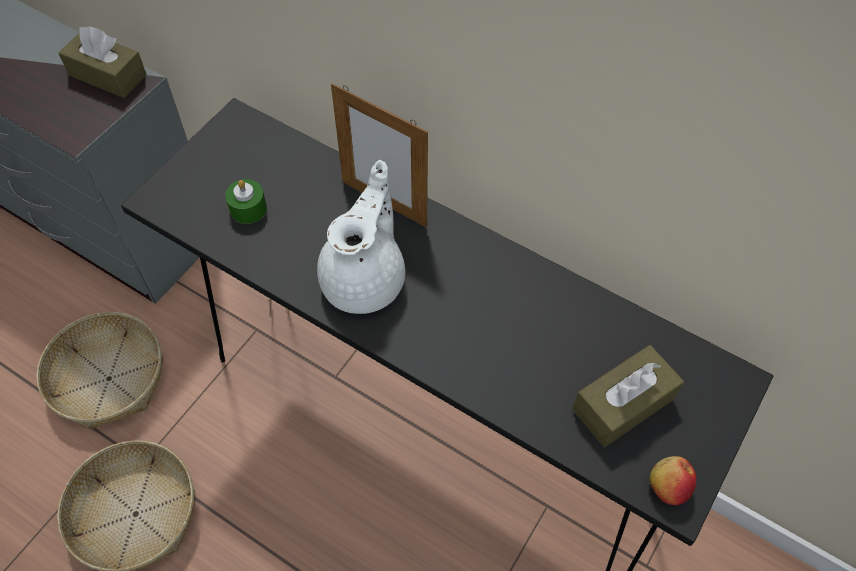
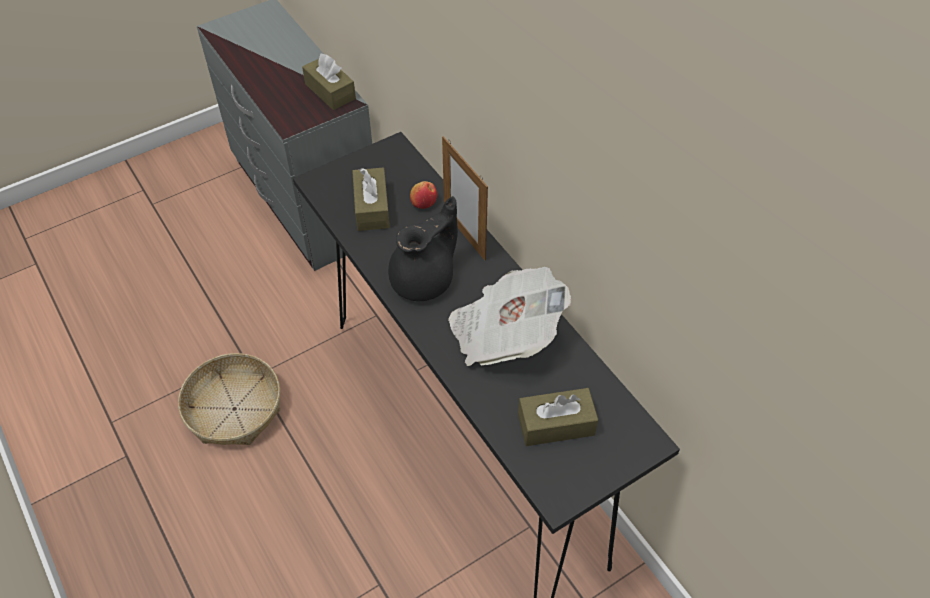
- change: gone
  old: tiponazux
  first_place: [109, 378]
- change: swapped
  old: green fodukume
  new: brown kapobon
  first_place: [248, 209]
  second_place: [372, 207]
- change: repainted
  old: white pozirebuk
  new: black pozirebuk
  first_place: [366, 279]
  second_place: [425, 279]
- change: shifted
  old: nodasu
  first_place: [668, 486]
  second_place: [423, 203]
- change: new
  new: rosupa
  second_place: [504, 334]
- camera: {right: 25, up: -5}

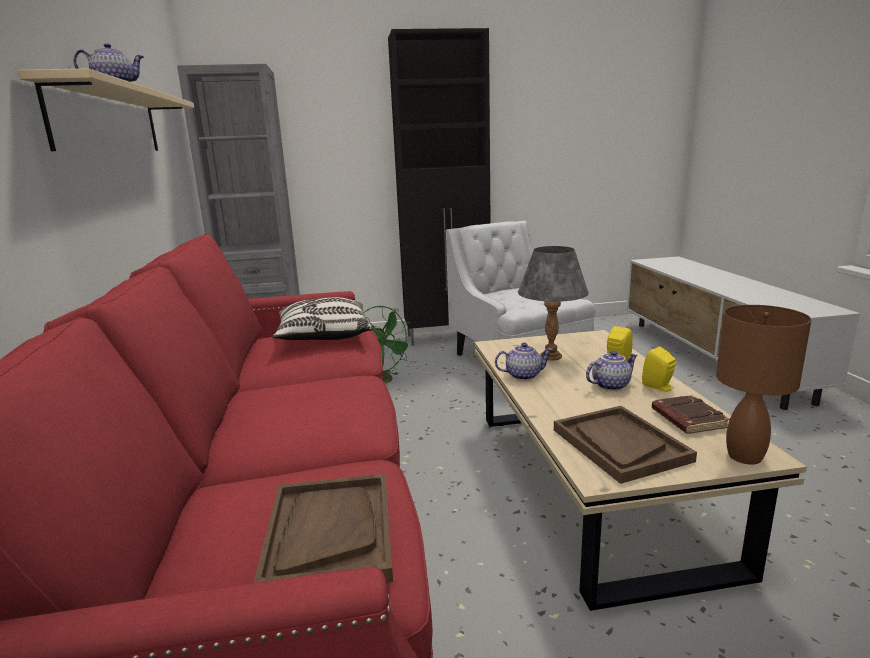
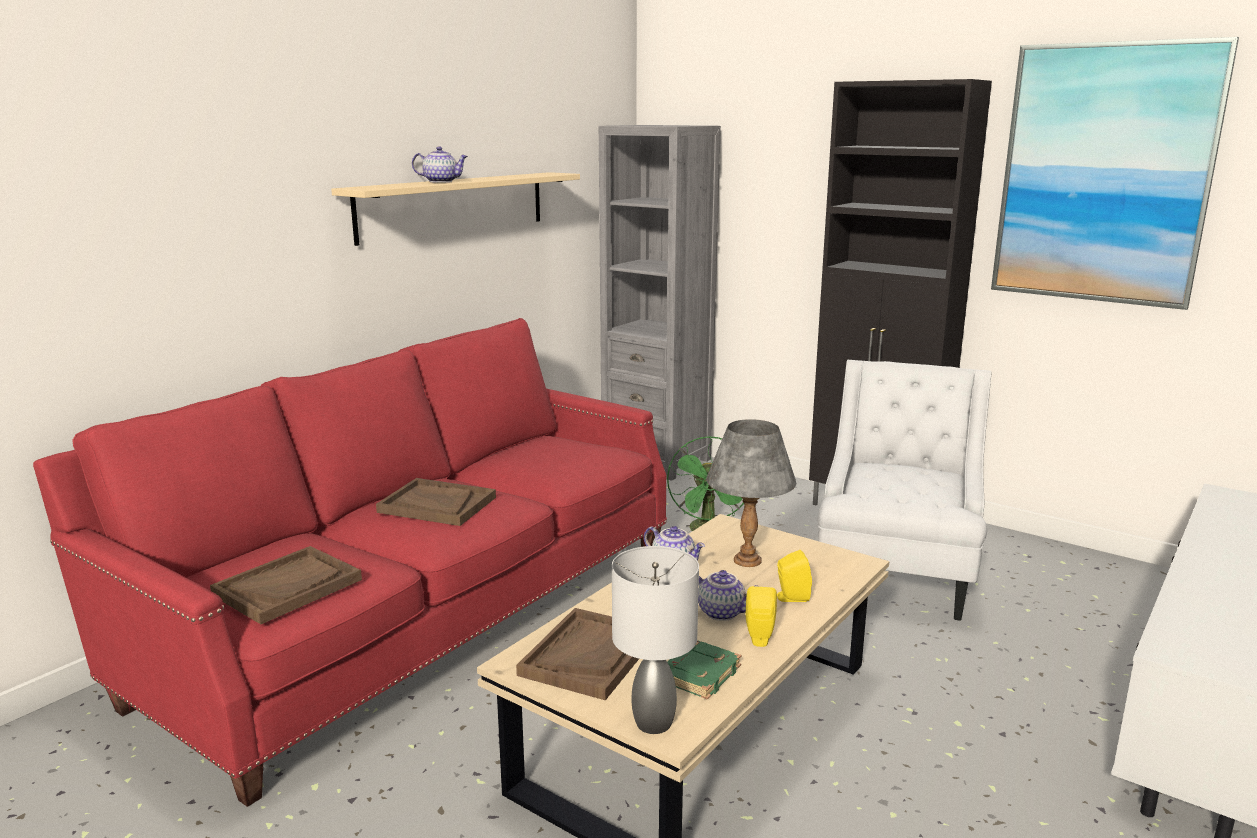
- change: gone
  old: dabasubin
  first_place: [324, 336]
- change: repainted
  old: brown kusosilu
  new: green kusosilu
  first_place: [687, 419]
  second_place: [698, 673]
- change: repainted
  old: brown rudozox
  new: grey rudozox
  first_place: [743, 456]
  second_place: [652, 722]
- change: new
  new: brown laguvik
  second_place: [437, 505]
- change: new
  new: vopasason
  second_place: [1104, 175]
- camera: {right: 45, up: 0}

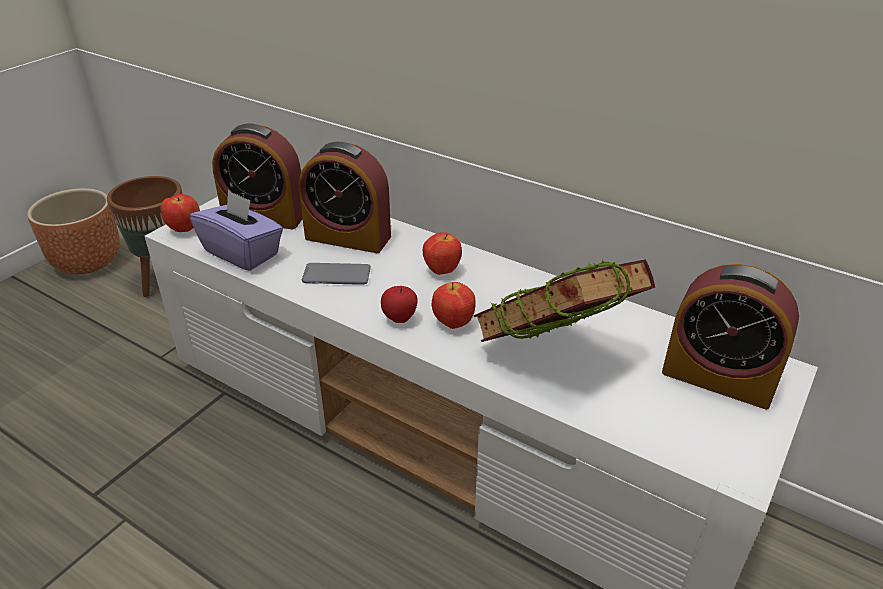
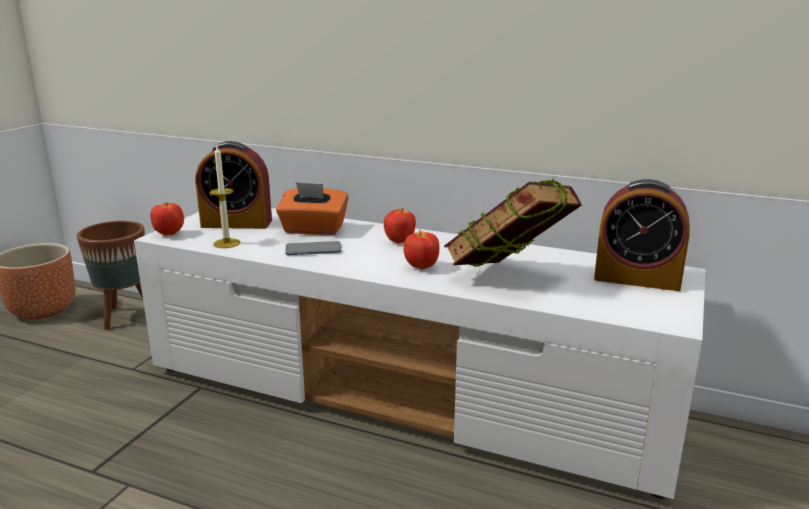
- change: swapped
  old: purple kapobon
  new: fodukume
  first_place: [242, 253]
  second_place: [226, 243]
- change: swapped
  old: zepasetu
  new: orange kapobon
  first_place: [348, 237]
  second_place: [313, 230]
- change: gone
  old: nodasu
  first_place: [400, 319]
- camera: {right: -10, up: -15}

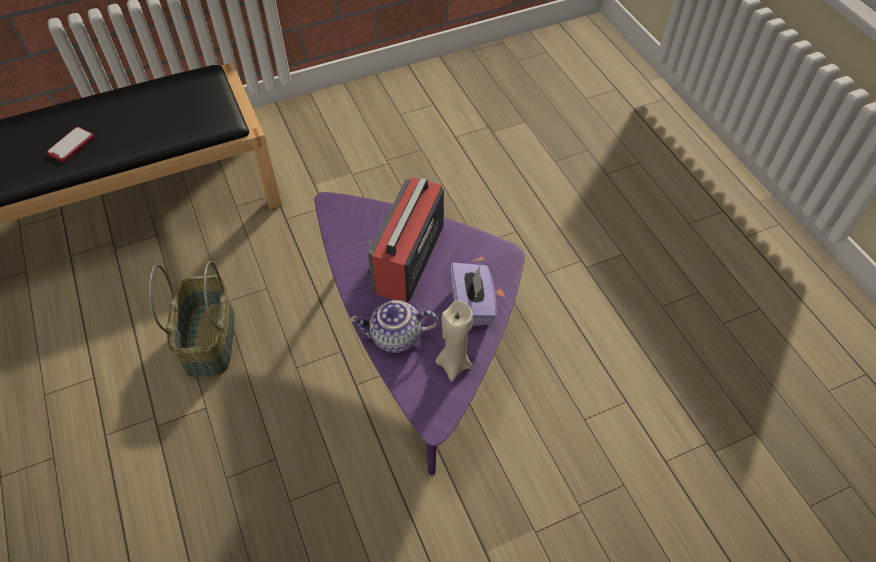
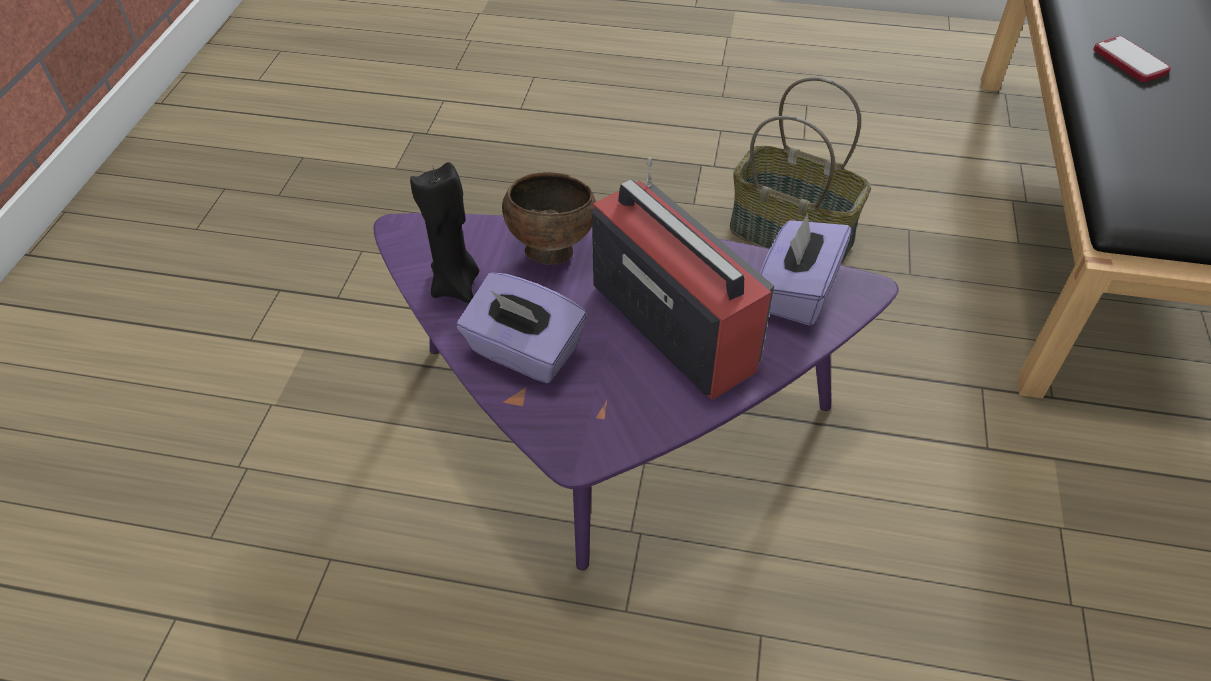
- change: swapped
  old: pozirebuk
  new: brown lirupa
  first_place: [395, 338]
  second_place: [550, 250]
- change: repainted
  old: beige fodukume
  new: black fodukume
  first_place: [454, 363]
  second_place: [456, 285]
- change: new
  new: purple kapobon
  second_place: [797, 291]
- camera: {right: 125, up: -5}

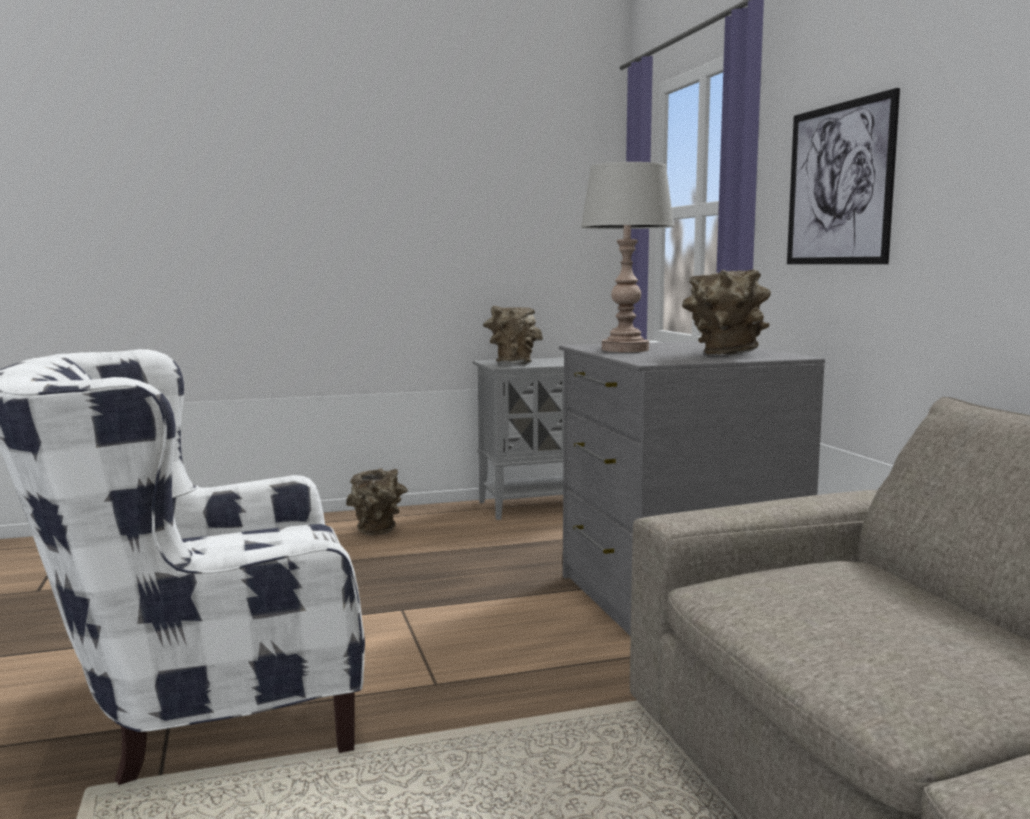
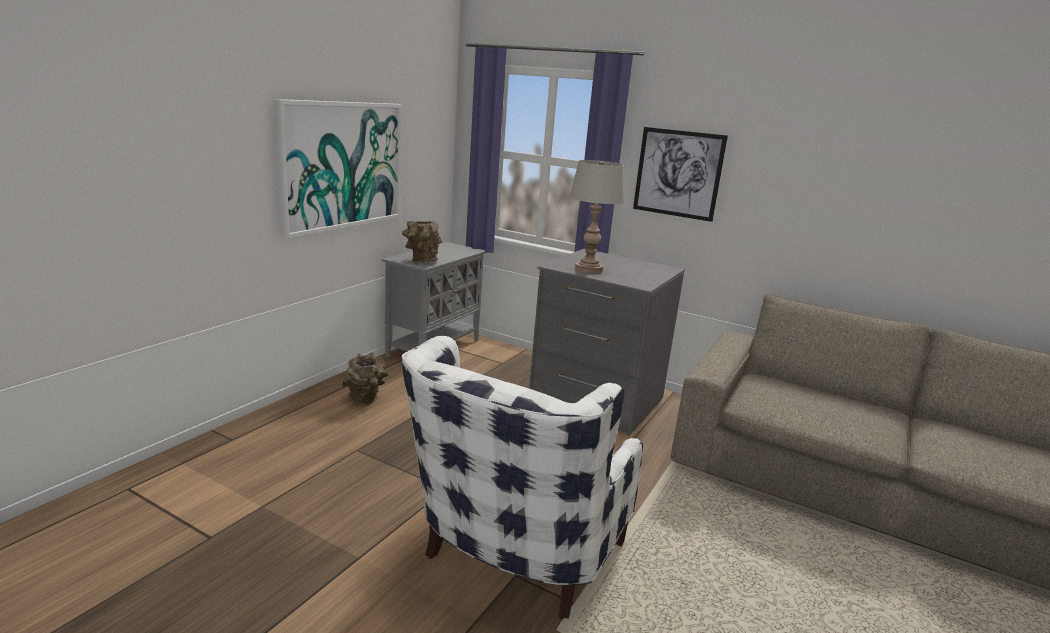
- change: gone
  old: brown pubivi
  first_place: [725, 354]
- change: new
  new: vopasason
  second_place: [342, 165]
- camera: {right: -45, up: 10}

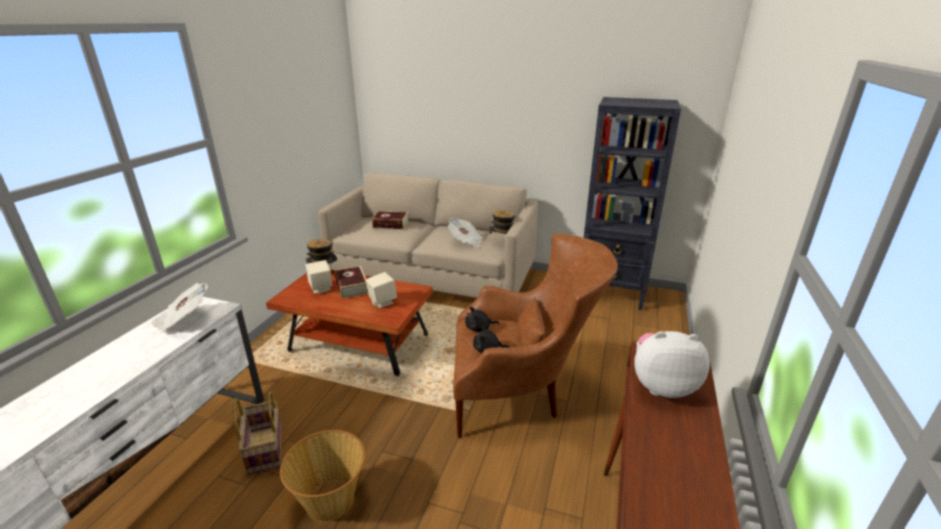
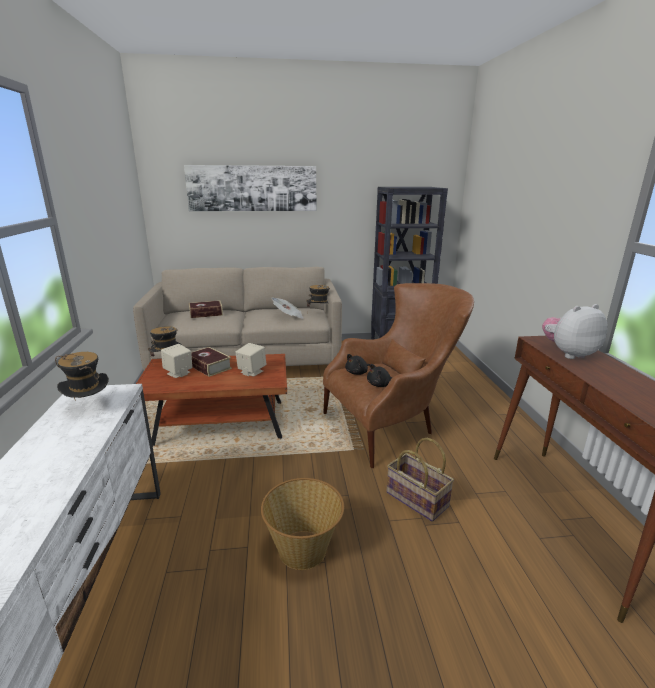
- change: swapped
  old: rosupa
  new: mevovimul
  first_place: [183, 319]
  second_place: [89, 407]
- change: shifted
  old: tiponazux
  first_place: [264, 449]
  second_place: [416, 499]
- change: new
  new: vopasason
  second_place: [252, 188]
- camera: {right: -25, up: -5}

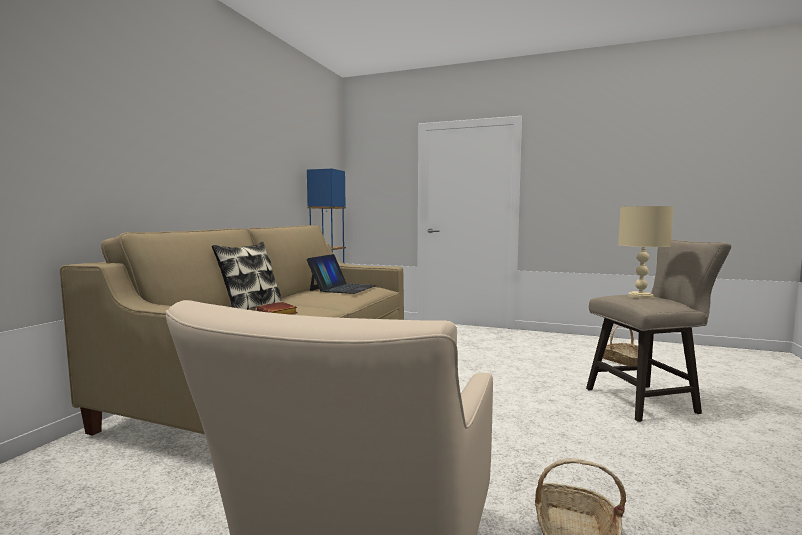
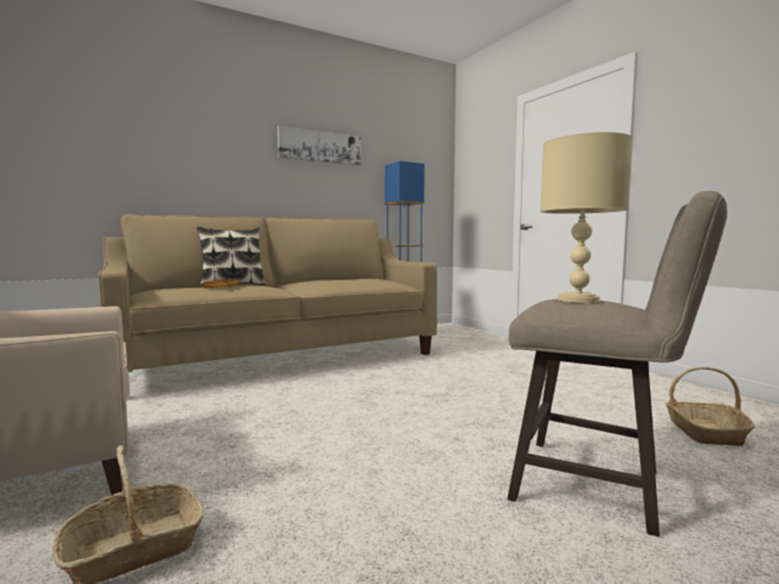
- change: gone
  old: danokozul
  first_place: [343, 288]
- change: new
  new: vopasason
  second_place: [320, 147]
- camera: {right: 40, up: 0}

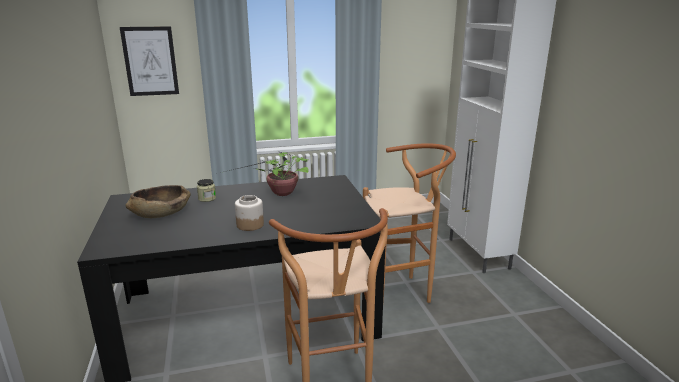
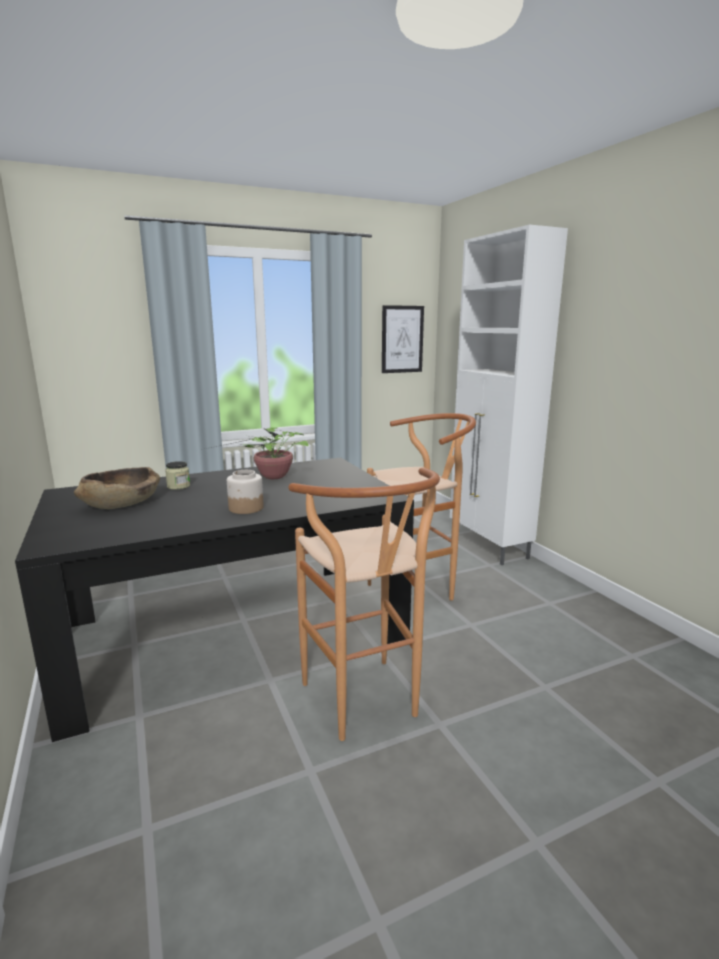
- change: shifted
  old: vopasason
  first_place: [150, 61]
  second_place: [402, 339]
- camera: {right: -10, up: -5}

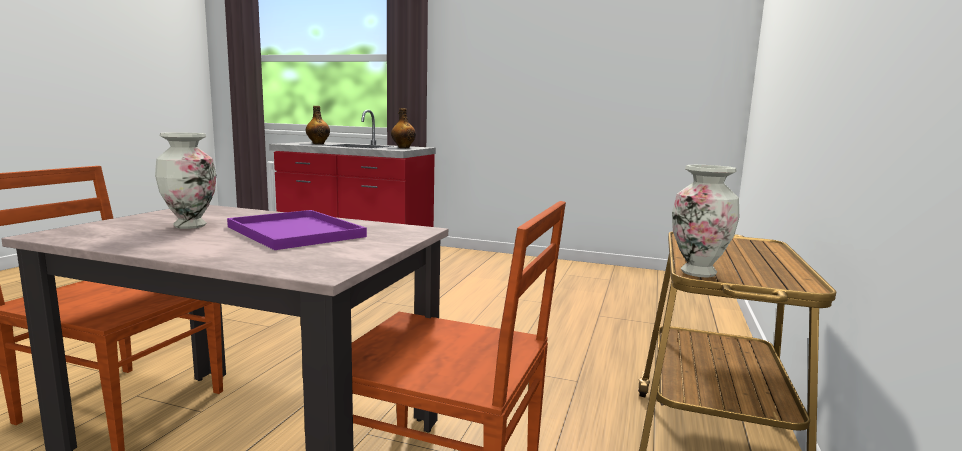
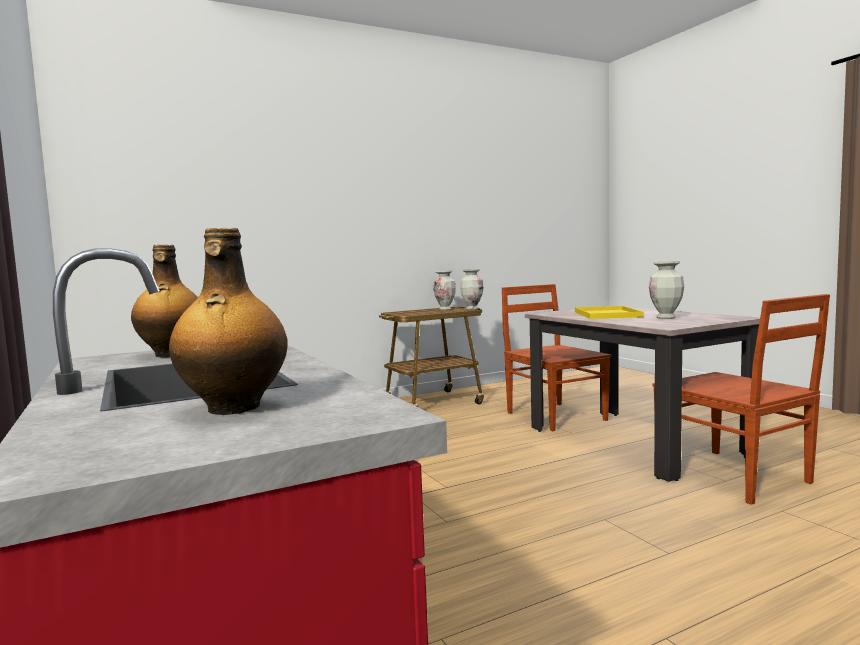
- change: repainted
  old: purple laguvik
  new: yellow laguvik
  first_place: [298, 232]
  second_place: [606, 314]
- change: new
  new: pubivi
  second_place: [445, 309]
- camera: {right: -135, up: -5}

